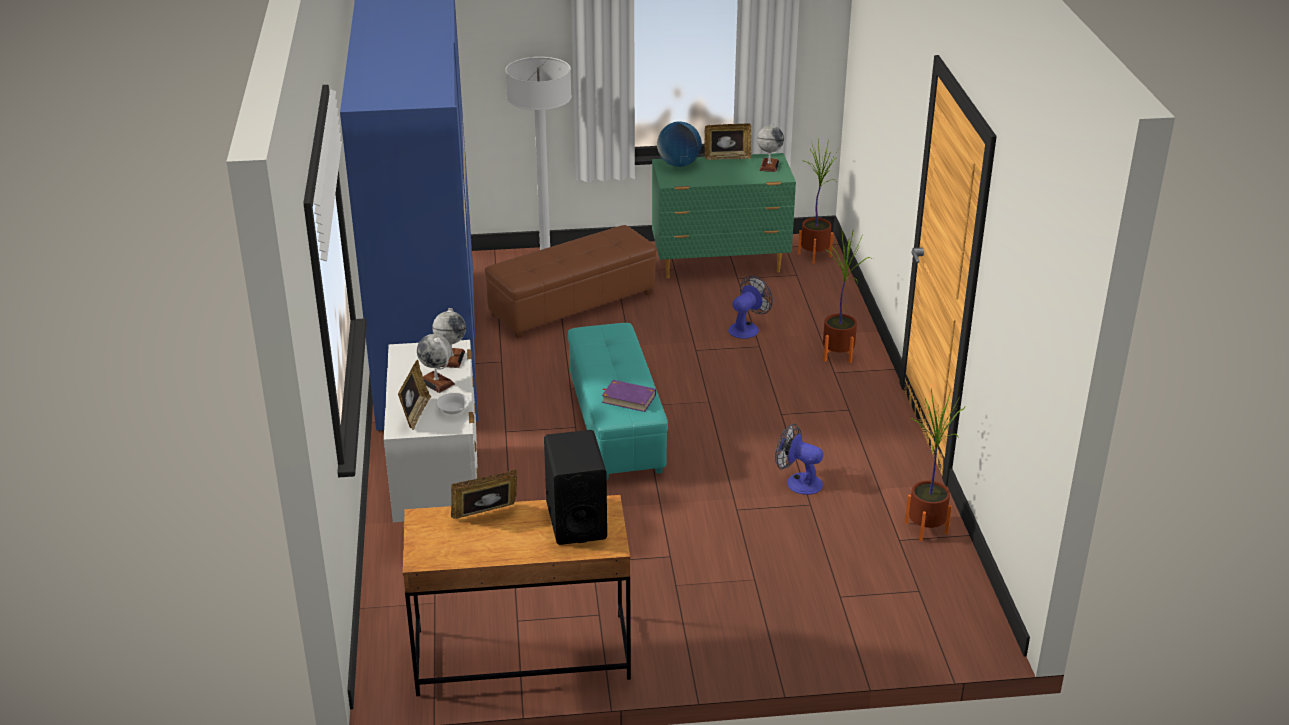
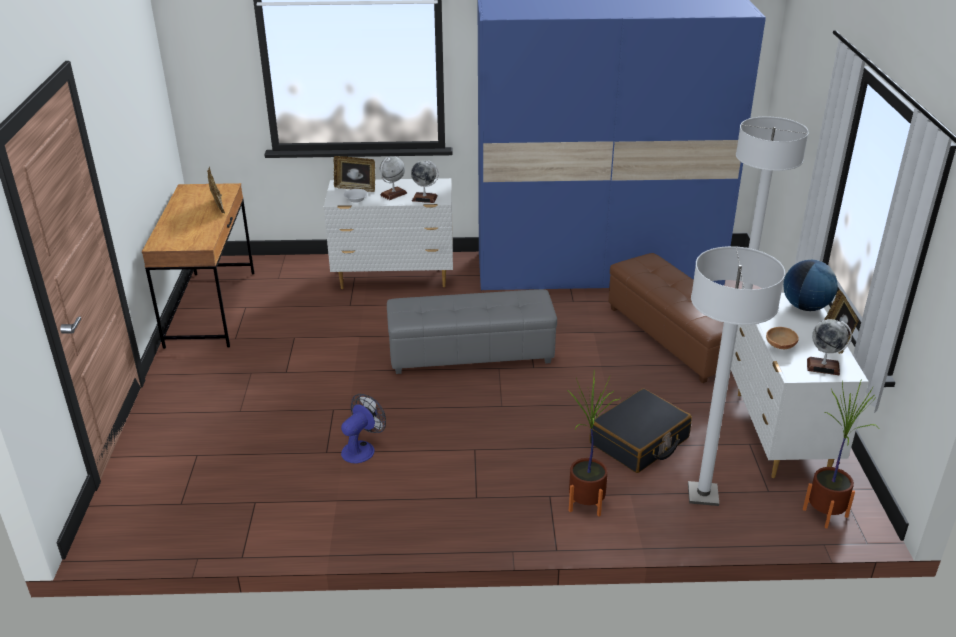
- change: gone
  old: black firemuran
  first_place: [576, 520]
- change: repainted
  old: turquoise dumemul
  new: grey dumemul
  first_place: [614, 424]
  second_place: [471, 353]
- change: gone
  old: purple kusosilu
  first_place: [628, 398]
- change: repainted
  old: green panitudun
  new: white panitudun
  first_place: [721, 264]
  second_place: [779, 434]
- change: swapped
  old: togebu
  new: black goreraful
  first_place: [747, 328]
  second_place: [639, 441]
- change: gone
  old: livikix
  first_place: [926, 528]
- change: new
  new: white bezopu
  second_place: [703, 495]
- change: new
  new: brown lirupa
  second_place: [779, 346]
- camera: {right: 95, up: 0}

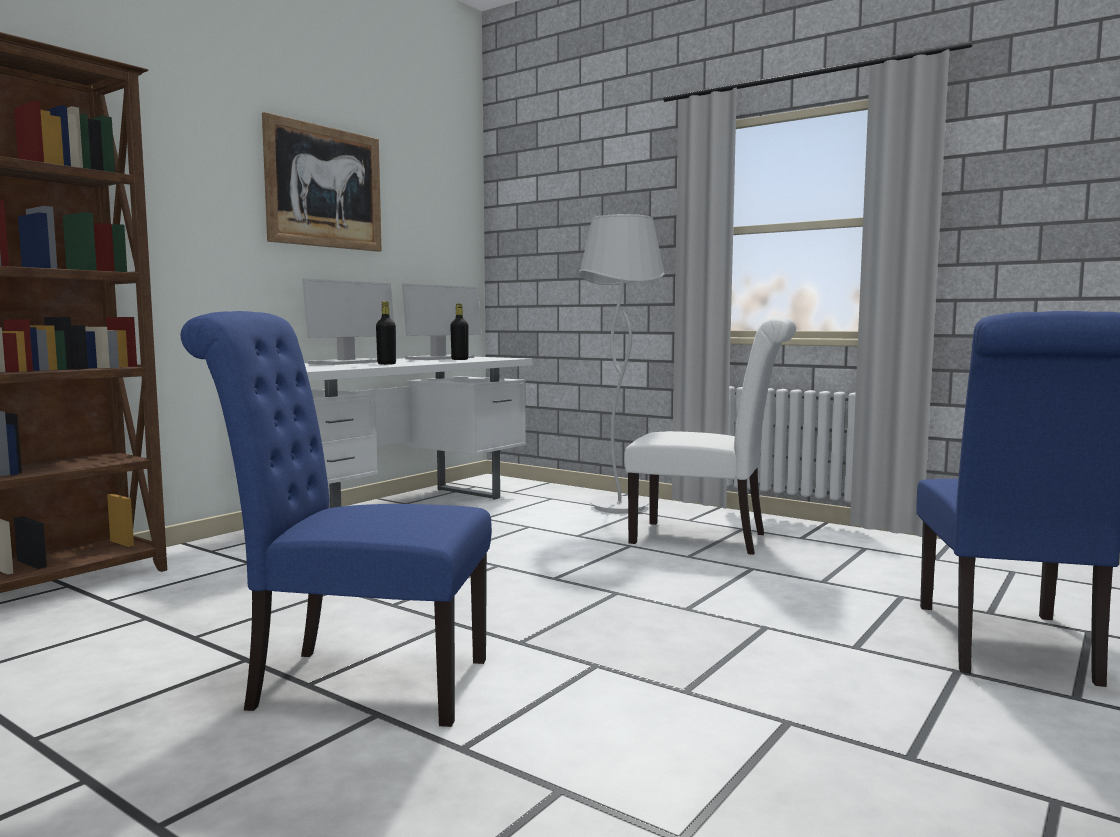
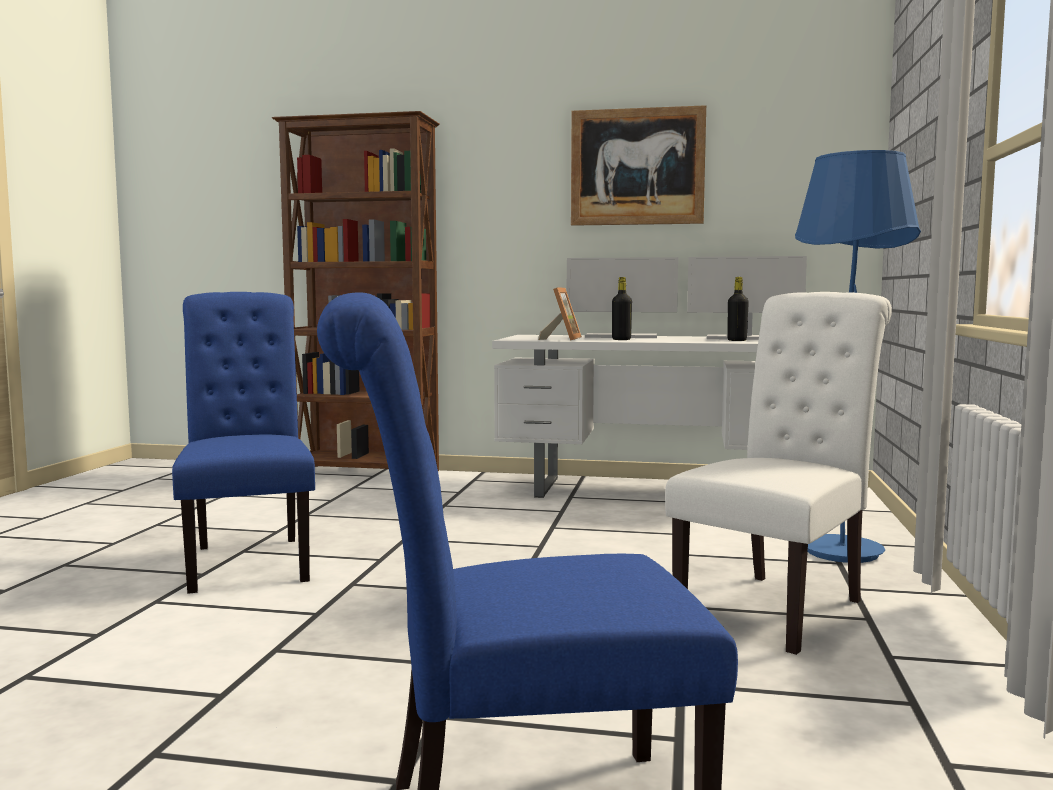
- change: repainted
  old: white bezopu
  new: blue bezopu
  first_place: [619, 507]
  second_place: [842, 552]
- change: rotated
  old: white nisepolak
  first_place: [708, 539]
  second_place: [778, 606]
  degrees: -135
- change: new
  new: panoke
  second_place: [562, 339]
- camera: {right: 65, up: 0}

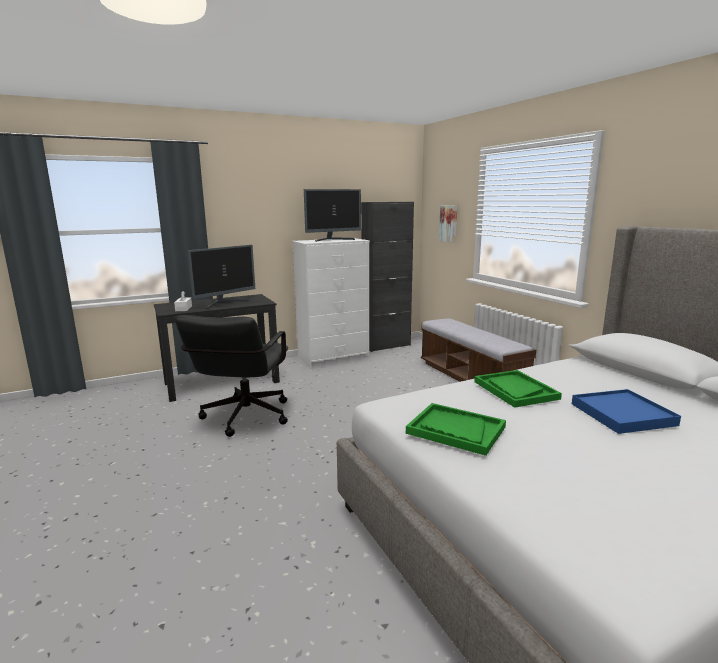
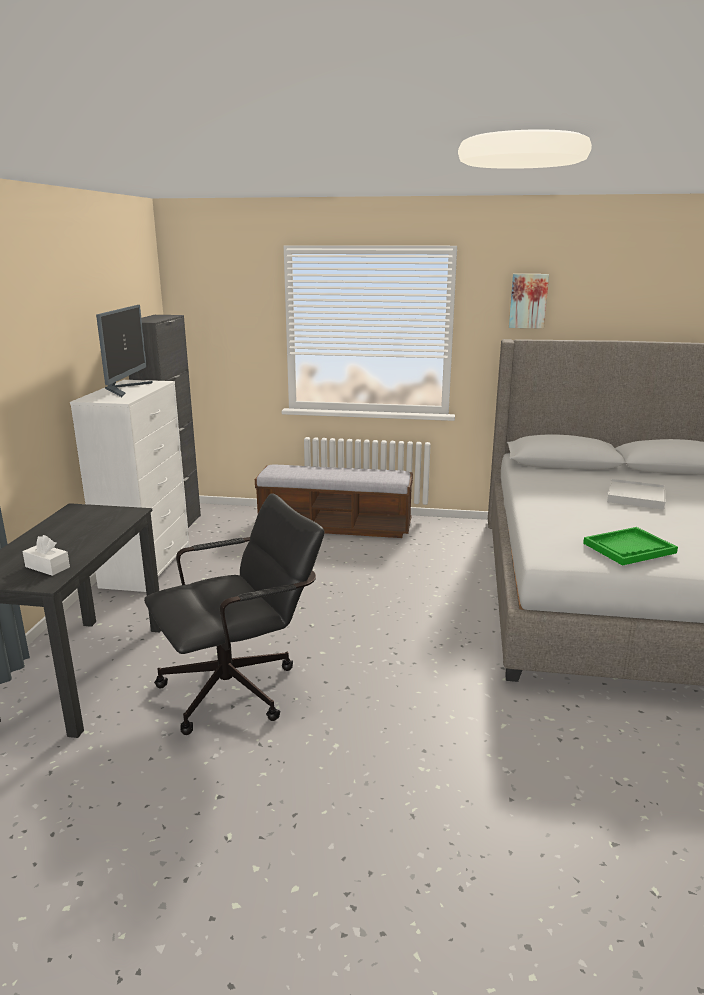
- change: rotated
  old: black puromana
  first_place: [243, 419]
  second_place: [240, 687]
  degrees: -75
- change: gone
  old: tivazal
  first_place: [224, 303]
- change: shifted
  old: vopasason
  first_place: [449, 223]
  second_place: [528, 301]
- change: gone
  old: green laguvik
  first_place: [515, 390]
- change: repainted
  old: blue laguvik
  new: white laguvik
  first_place: [622, 414]
  second_place: [636, 497]
- camera: {right: -55, up: 5}

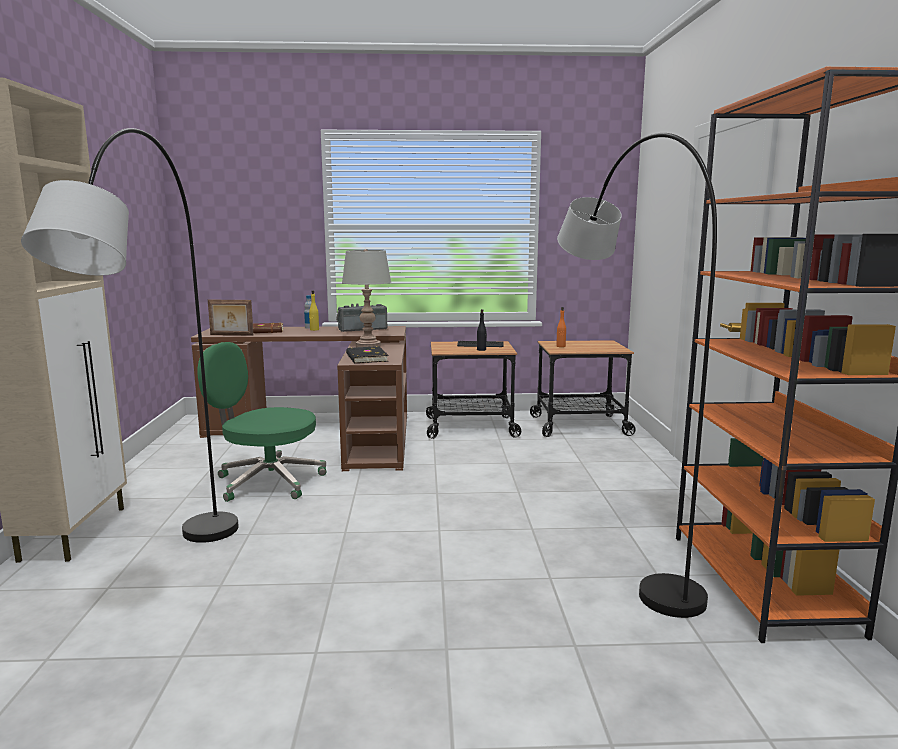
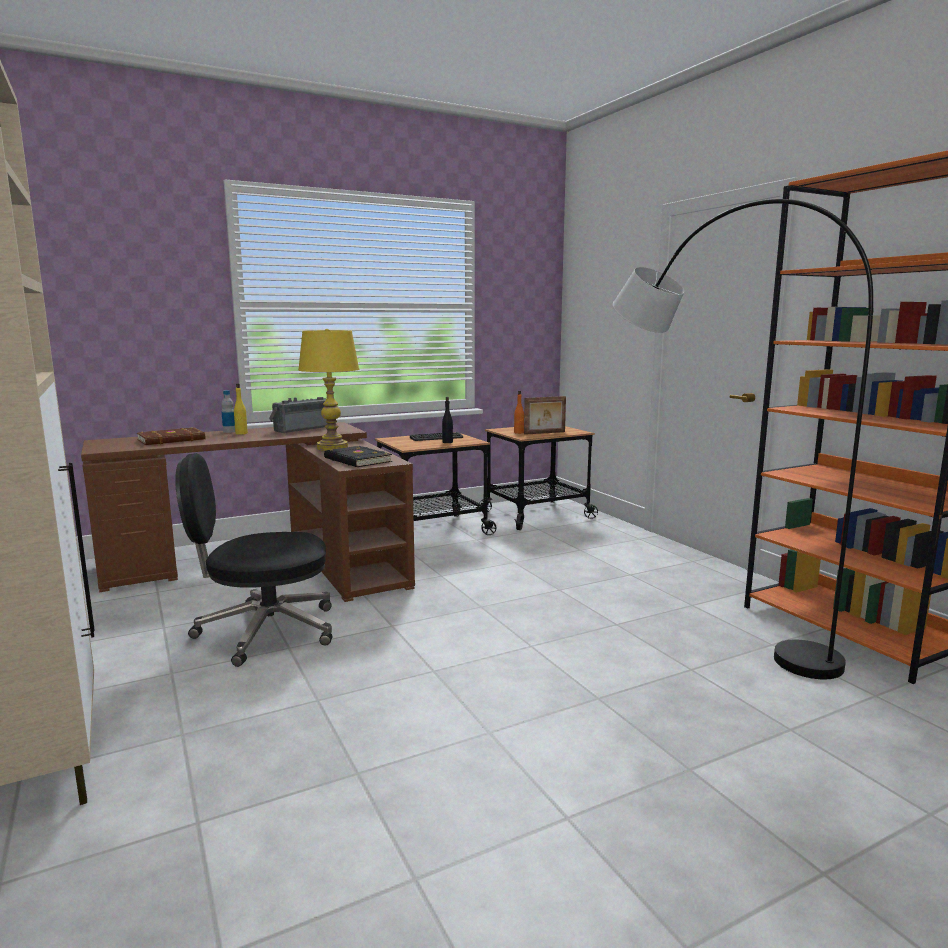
- change: gone
  old: black bezopu
  first_place: [172, 583]
- change: repainted
  old: green puromana
  new: black puromana
  first_place: [267, 481]
  second_place: [264, 631]
- change: shifted
  old: panoke
  first_place: [231, 335]
  second_place: [545, 433]
- change: repainted
  old: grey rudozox
  new: yellow rudozox
  first_place: [368, 346]
  second_place: [332, 448]
- camera: {right: -25, up: 0}

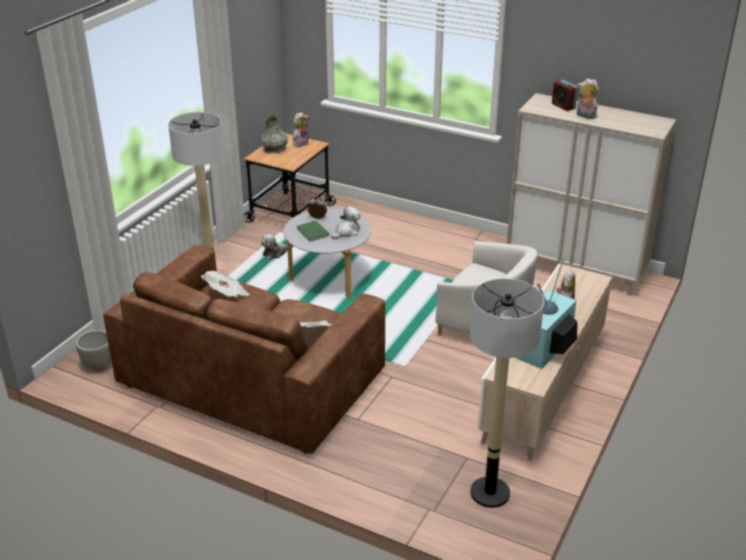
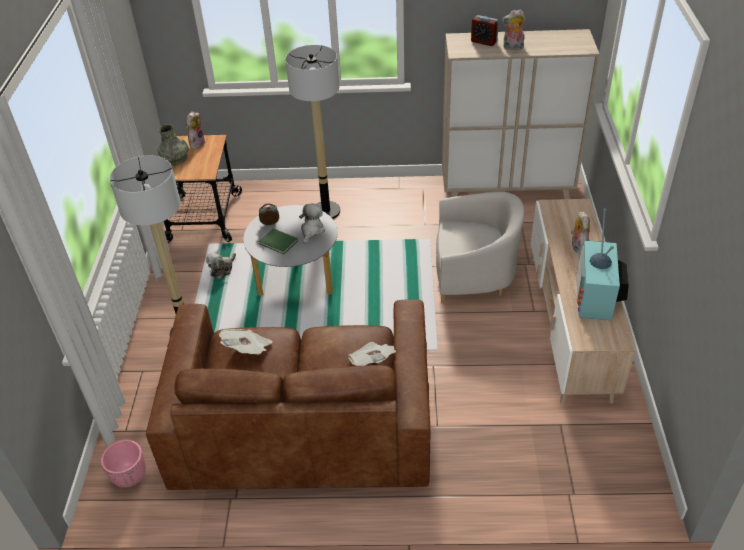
- change: repainted
  old: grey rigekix
  new: pink rigekix
  first_place: [98, 365]
  second_place: [130, 477]
- change: shifted
  old: bezopu
  first_place: [490, 493]
  second_place: [326, 211]
- camera: {right: -25, up: 10}

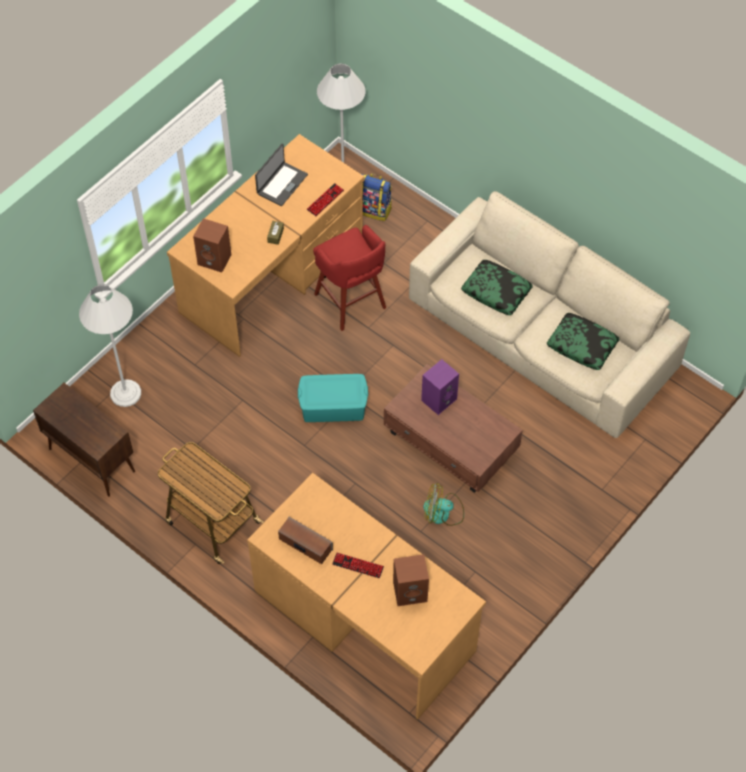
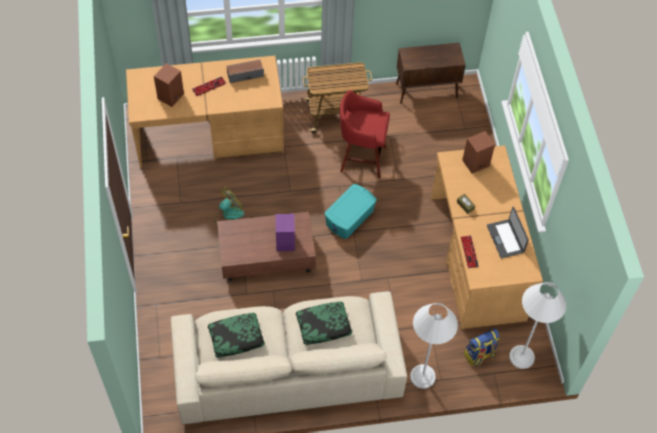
- change: shifted
  old: white bezopu
  first_place: [125, 393]
  second_place: [422, 376]
- change: shifted
  old: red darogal
  first_place: [351, 303]
  second_place: [361, 158]
- camera: {right: 130, up: 0}

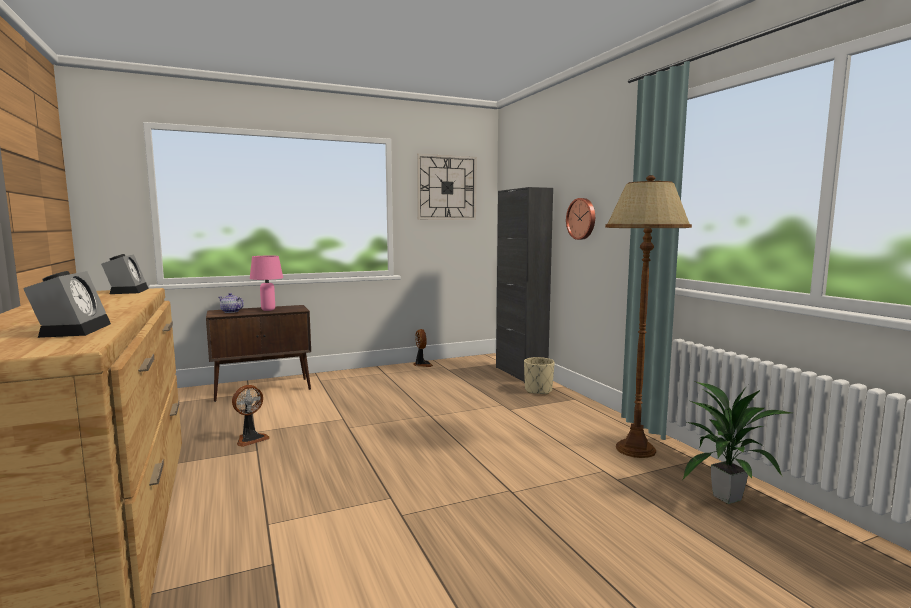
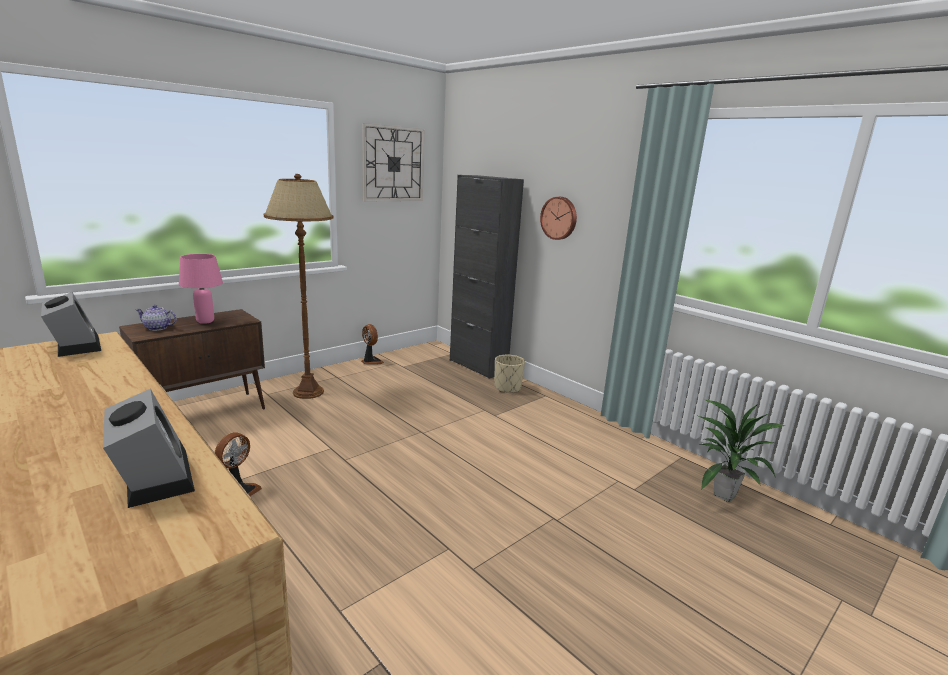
- change: shifted
  old: brown bezopu
  first_place: [635, 449]
  second_place: [308, 392]
- camera: {right: -20, up: 10}

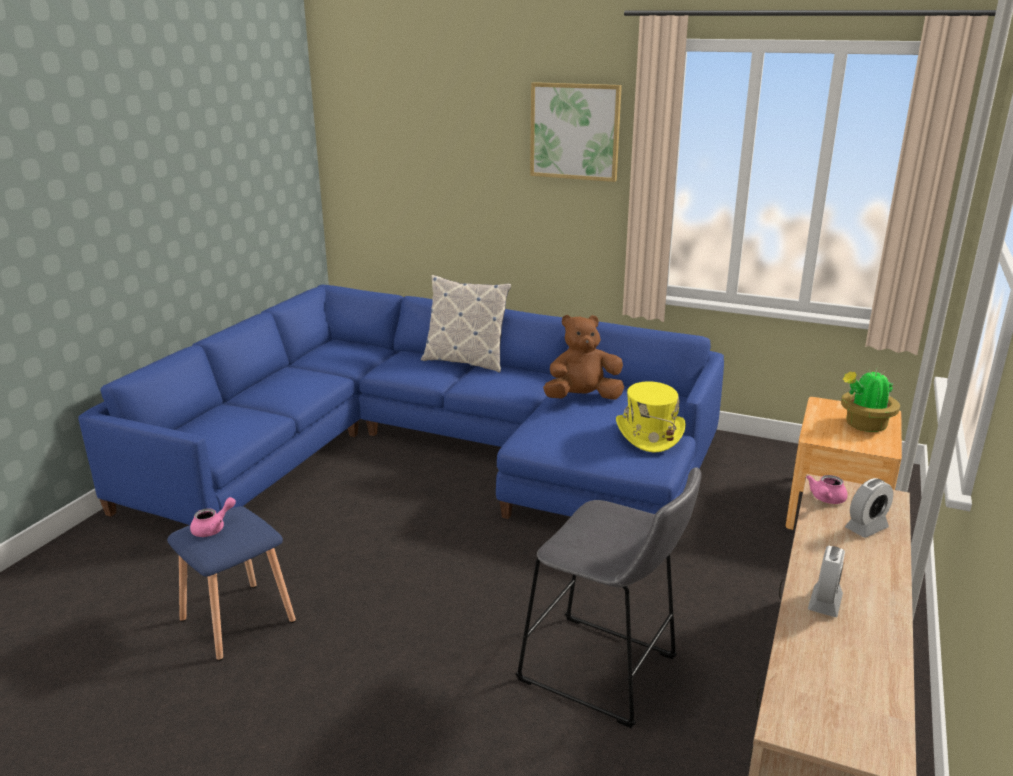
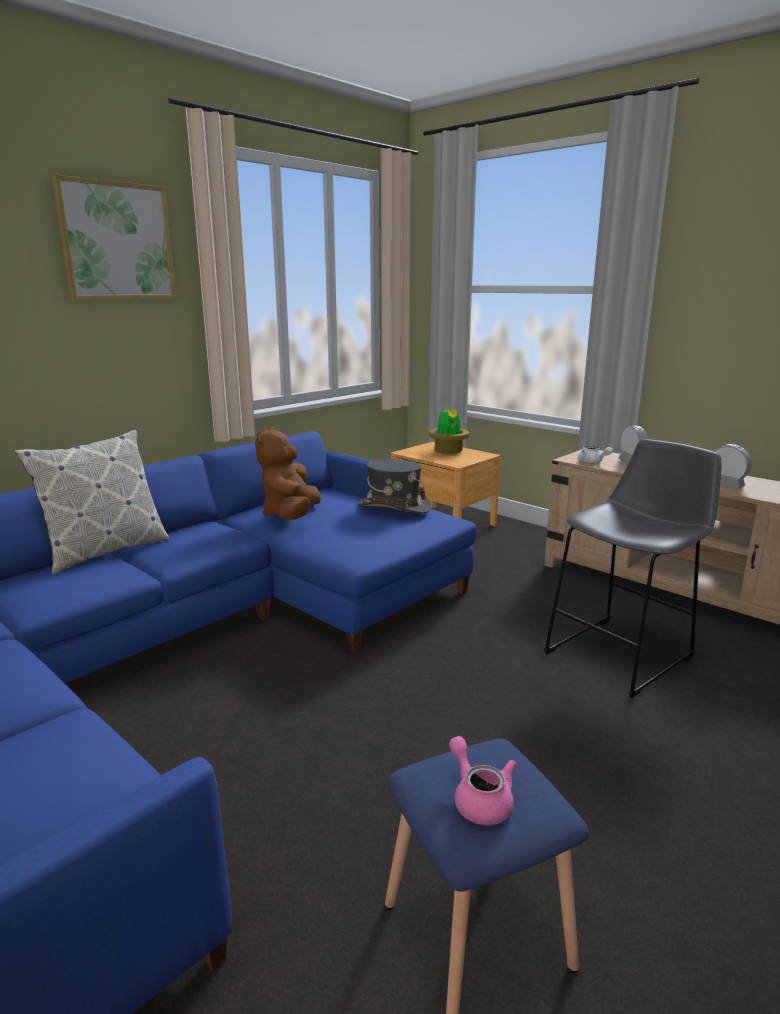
- change: repainted
  old: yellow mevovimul
  new: grey mevovimul
  first_place: [649, 434]
  second_place: [393, 507]
- change: repainted
  old: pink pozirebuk
  new: white pozirebuk
  first_place: [826, 499]
  second_place: [592, 462]
- camera: {right: -70, up: -5}

